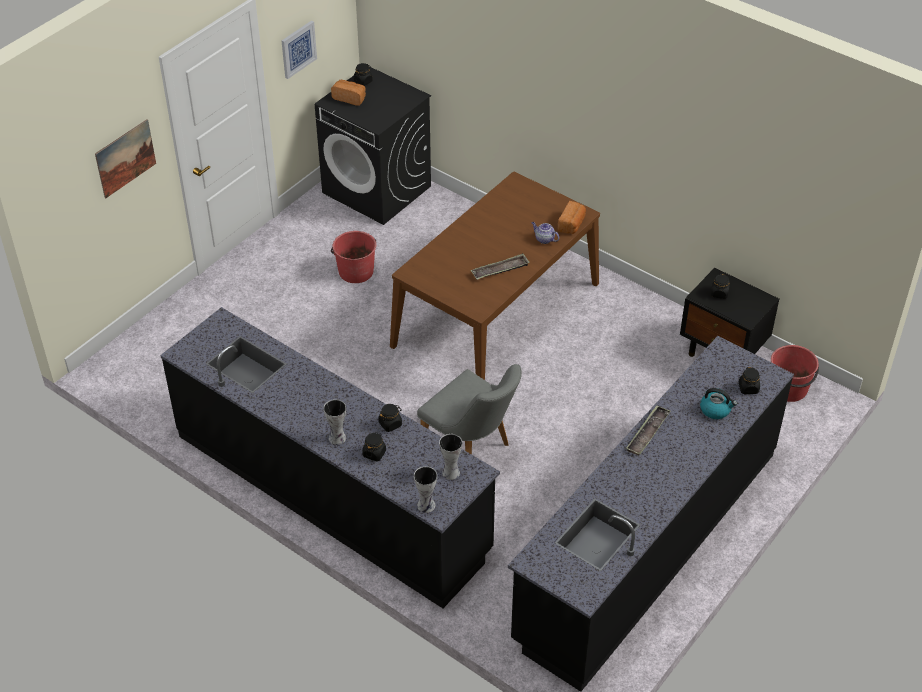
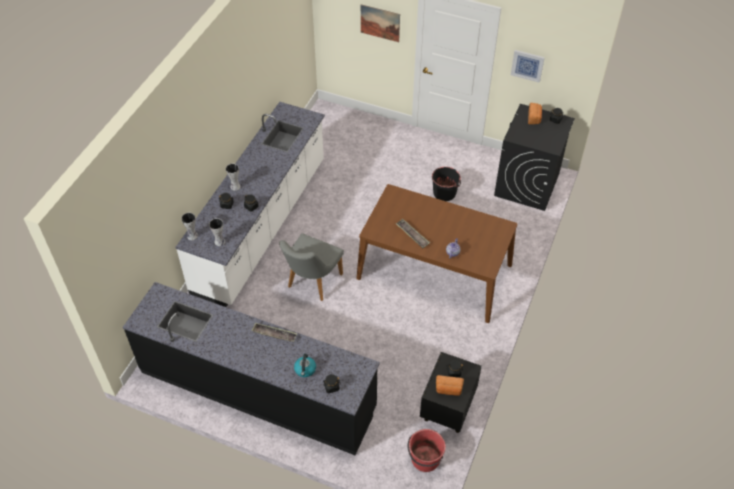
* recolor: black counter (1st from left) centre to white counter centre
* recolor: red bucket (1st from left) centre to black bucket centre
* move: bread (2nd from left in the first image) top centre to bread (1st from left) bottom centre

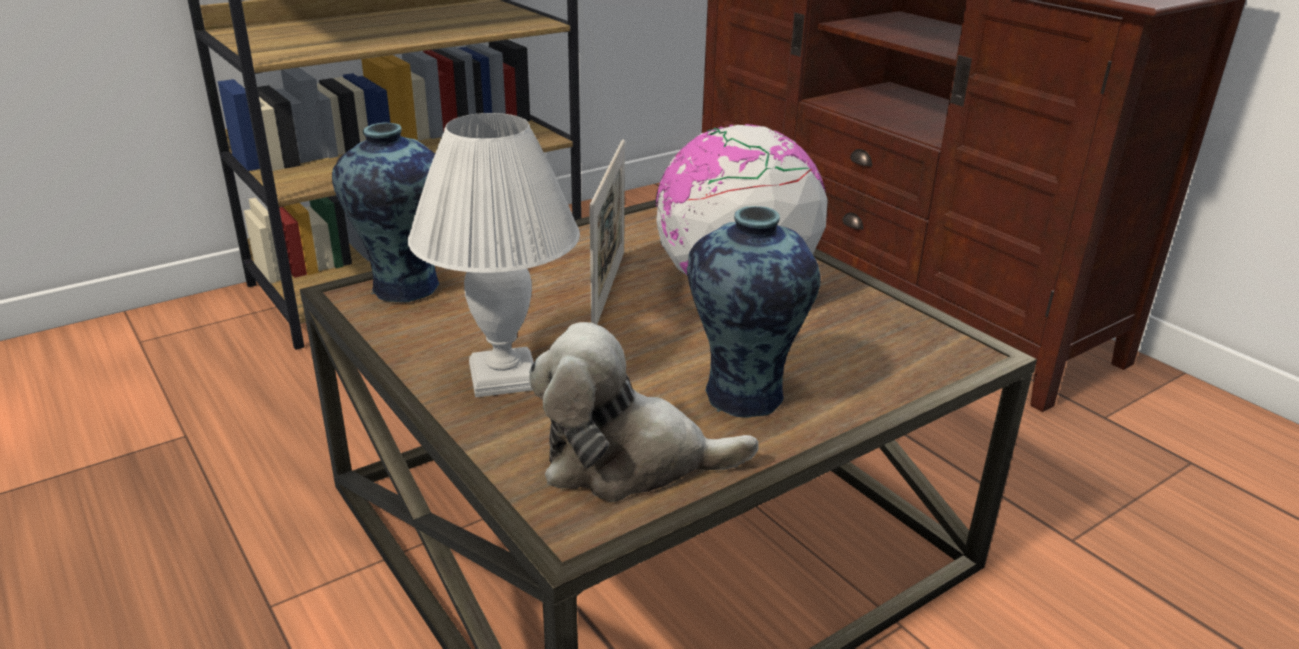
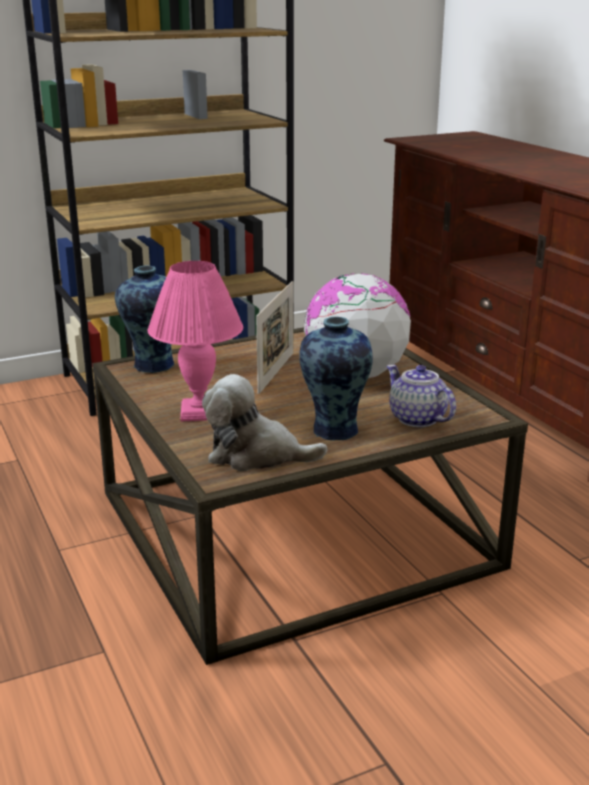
* recolor: white table lamp centre to pink table lamp middle left
* insert: teapot middle right

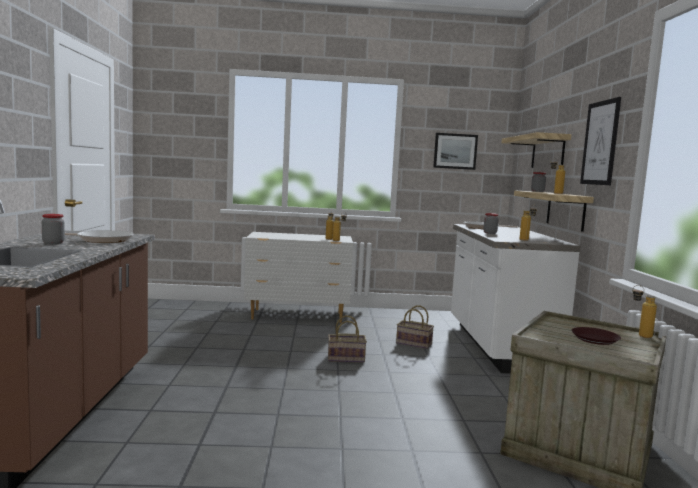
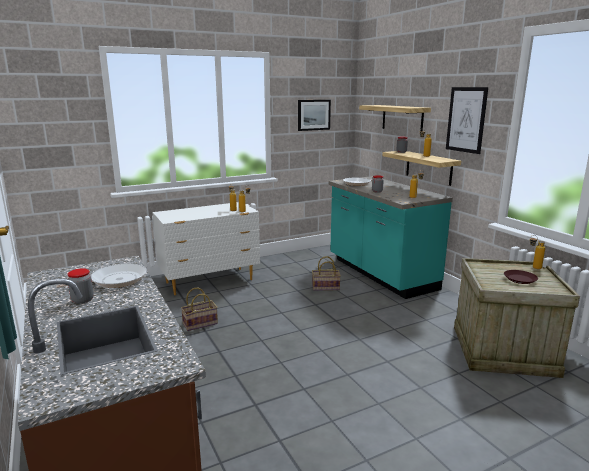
* move: basket (1st from left) bottom centre to centre
* recolor: white counter middle right to turquoise counter centre

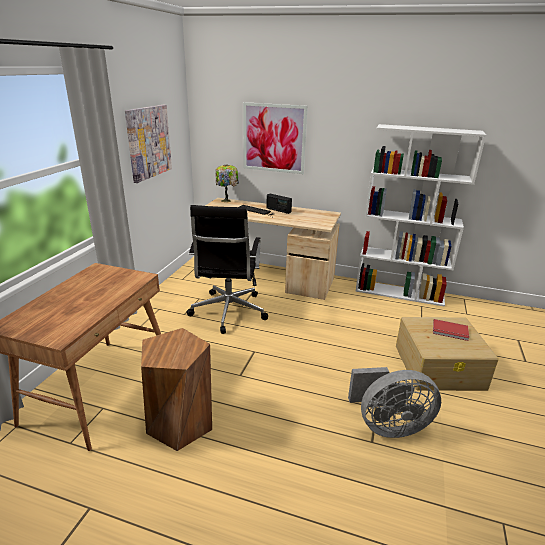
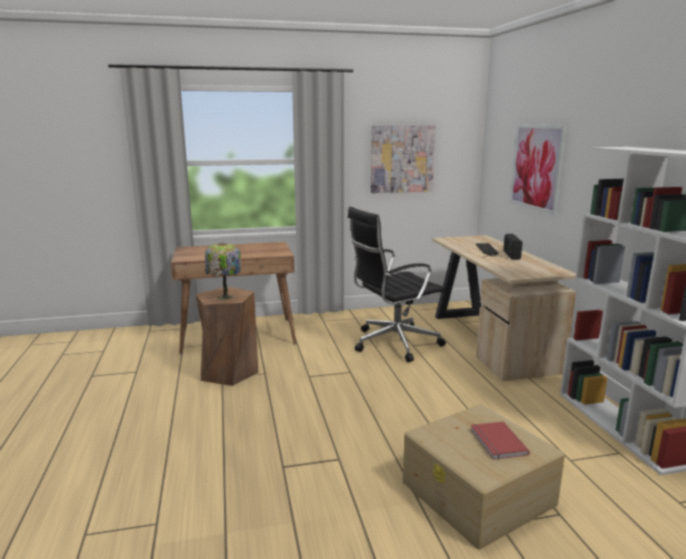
* move: table lamp centre to middle left
* delete: grey fan bottom right

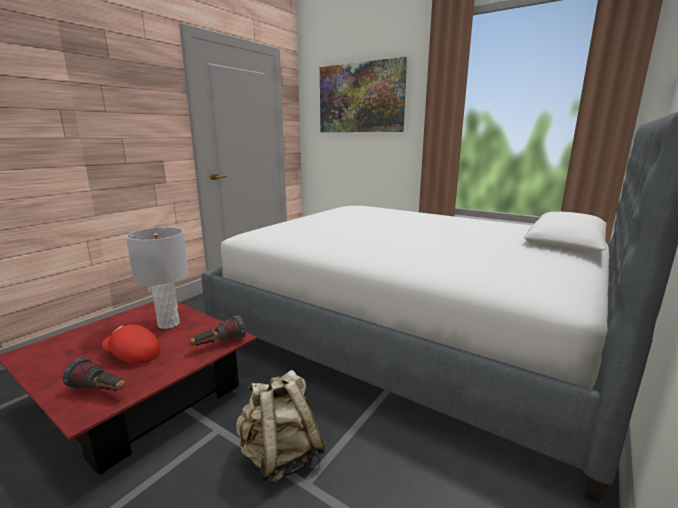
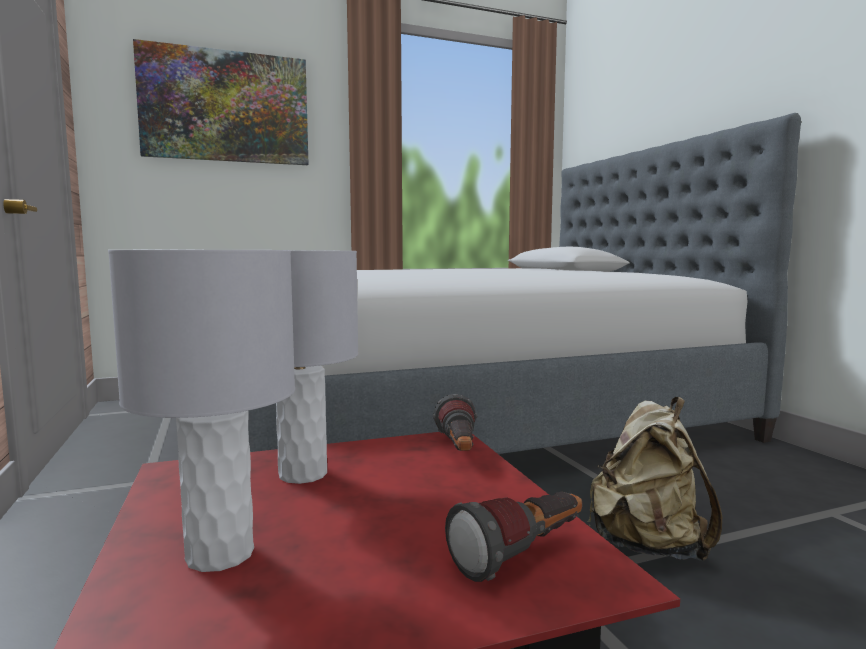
* delete: red cap bottom left
* insert: grey table lamp (1st from left) middle left

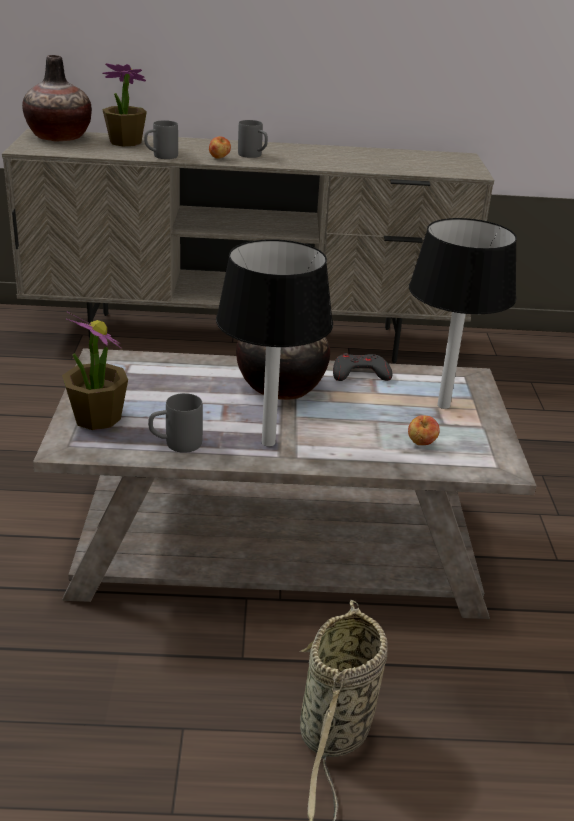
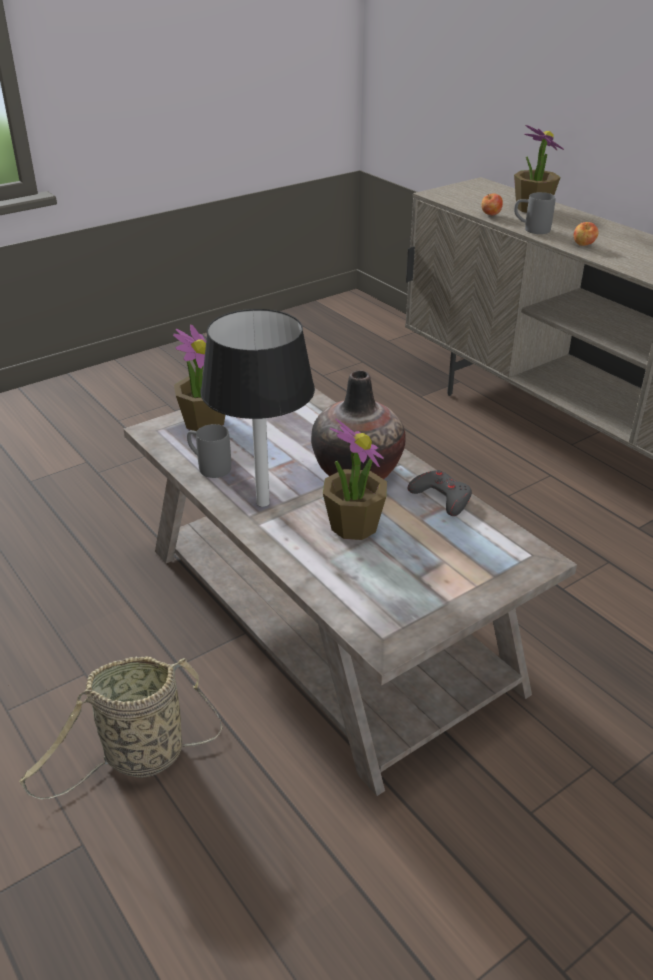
* delete: vase (1st from left) top left
* delete: grey mug (3rd from left) top centre
* move: apple (2nd from left in the first image) middle right to apple (1st from left) top right
* delete: black table lamp (2nd from left) middle right
* insert: potted plant (2nd from left) centre

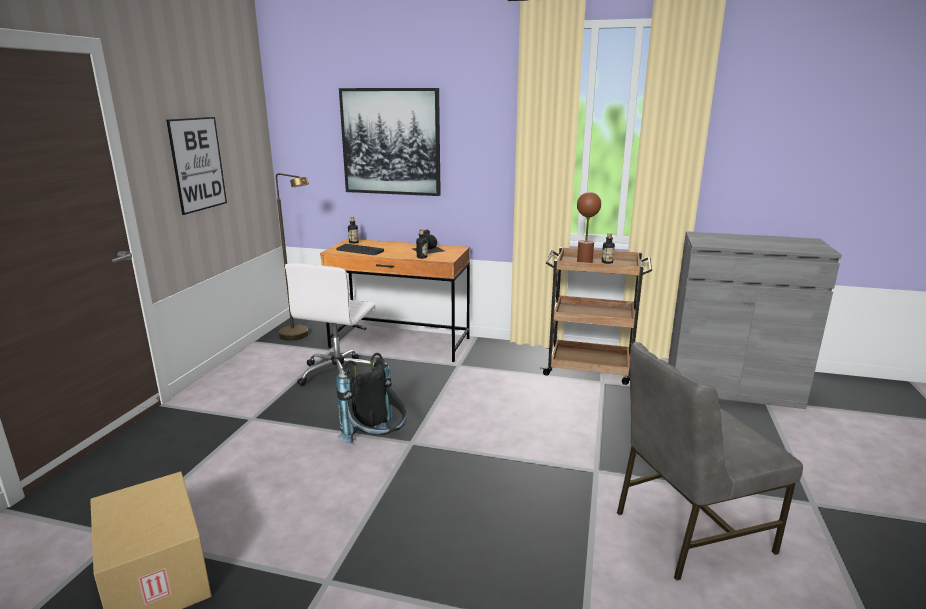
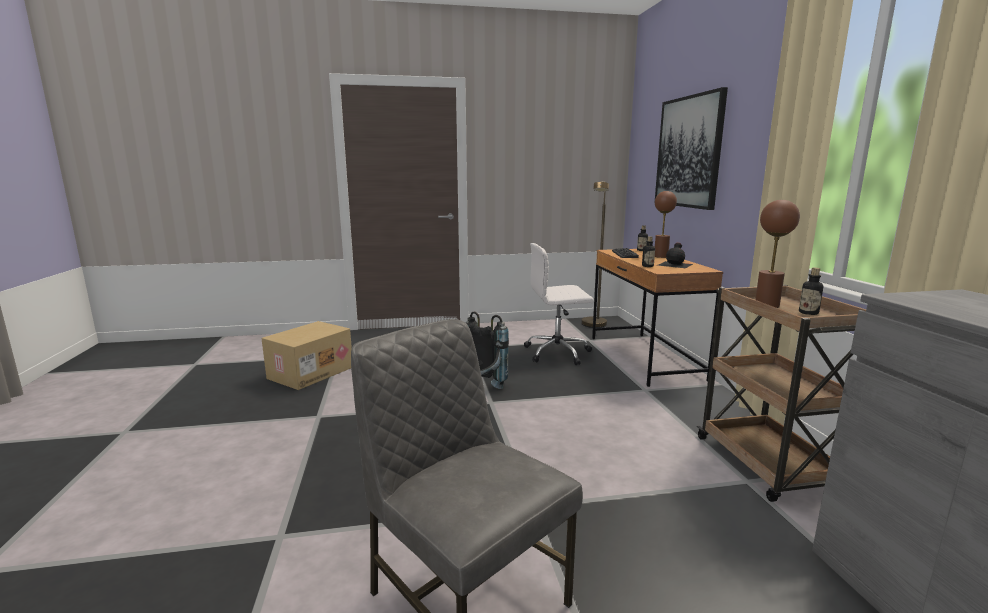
* delete: picture (1st from left) top left
* insert: brown table lamp (1st from left) middle right

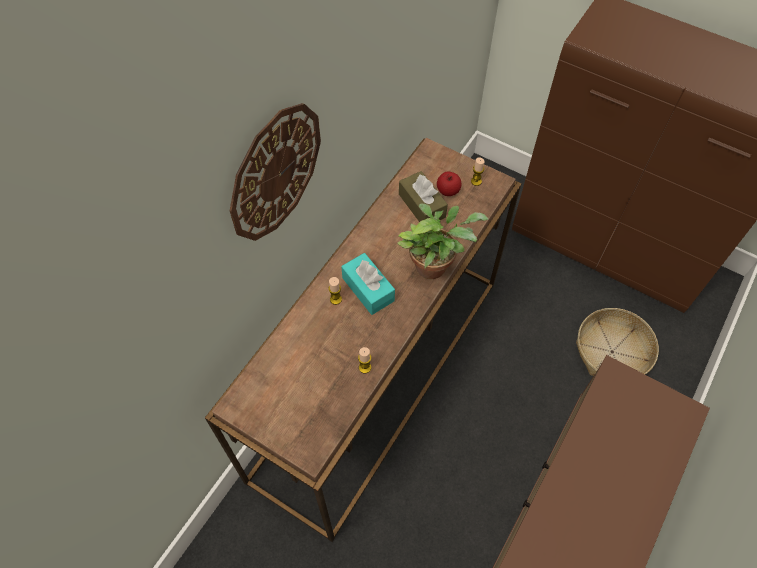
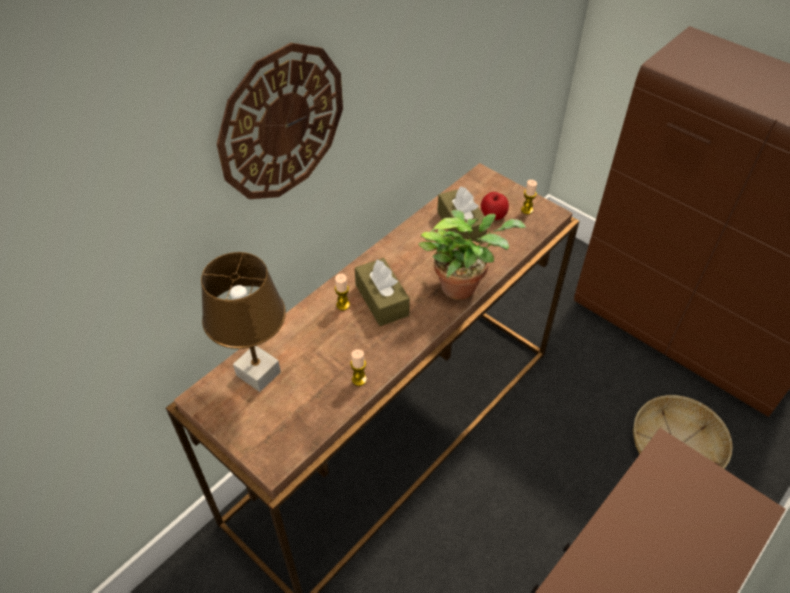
* recolor: turquoise tissue box centre to brown tissue box (1st from left) centre
* insert: brown table lamp middle left

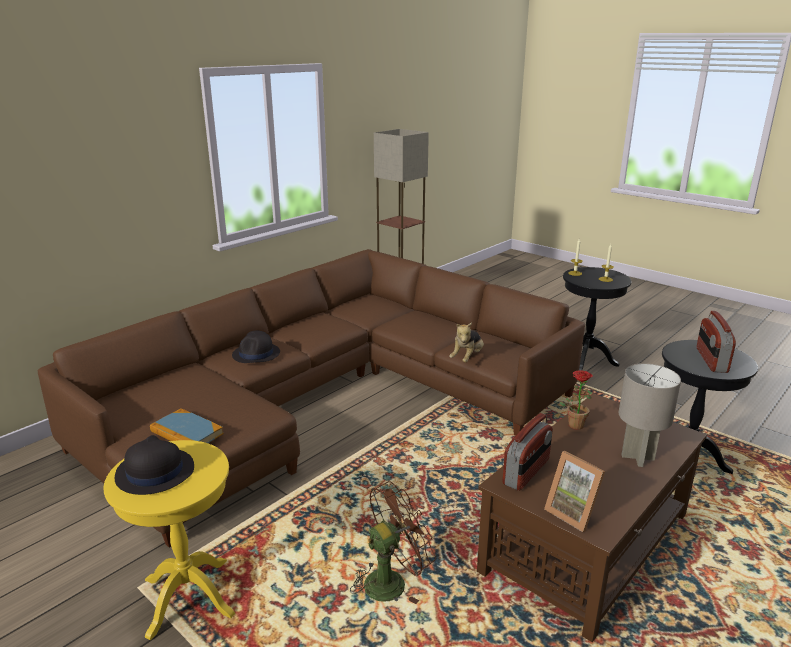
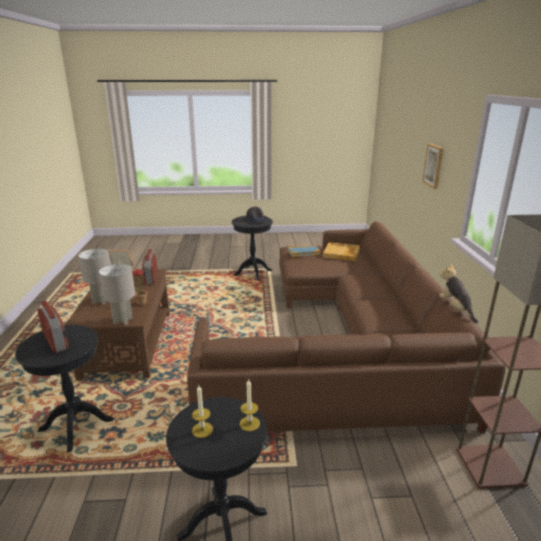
* recolor: yellow side table bottom left to black side table (3rd from left) centre
* delete: black hat (2nd from left) middle left
* delete: brown fan bottom centre
* move: plush toy centre to middle right
* insert: grey table lamp (2nd from left) middle left
* insert: beige tray centre
* insert: picture top right

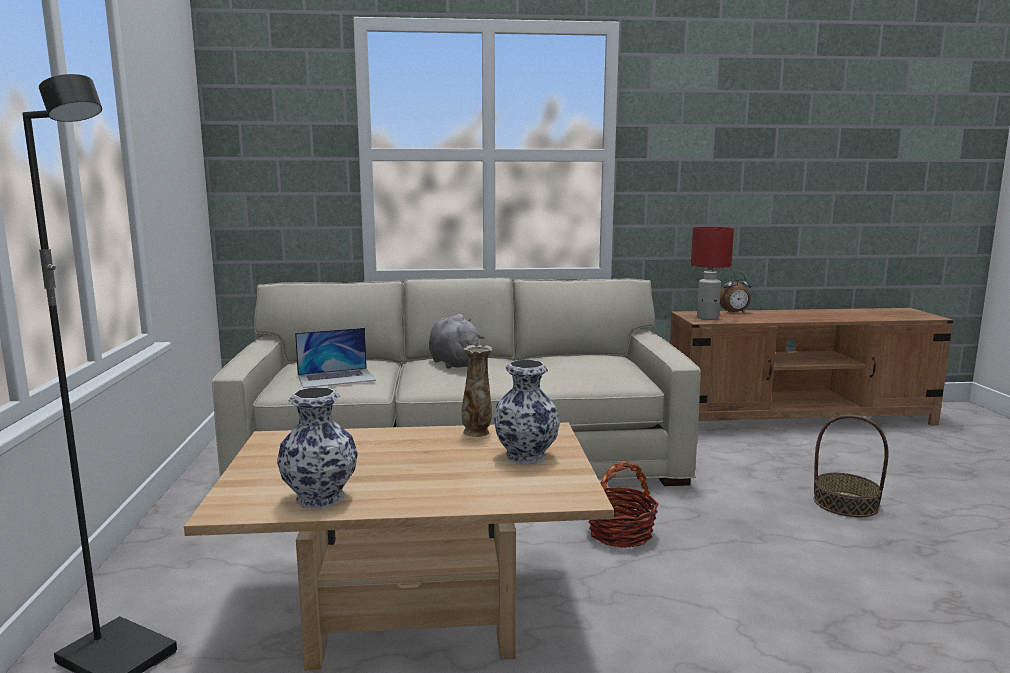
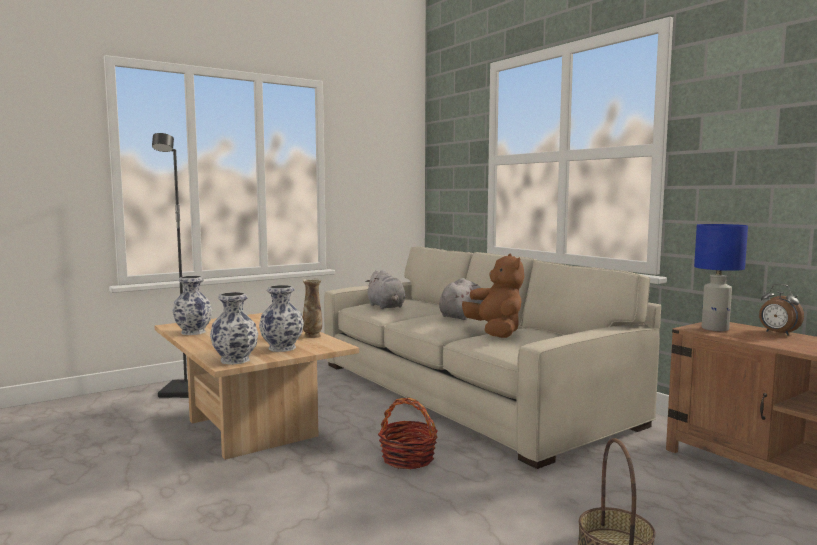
* replace: laptop middle left to grey plush toy (1st from left) centre
* recolor: red table lamp middle right to blue table lamp middle right
* insert: vase (2nd from left) middle left
* insert: brown plush toy centre

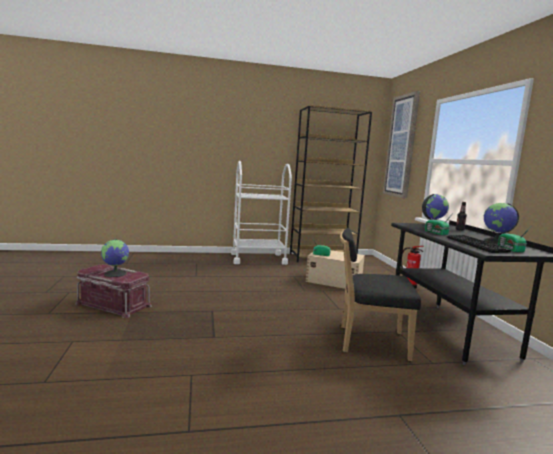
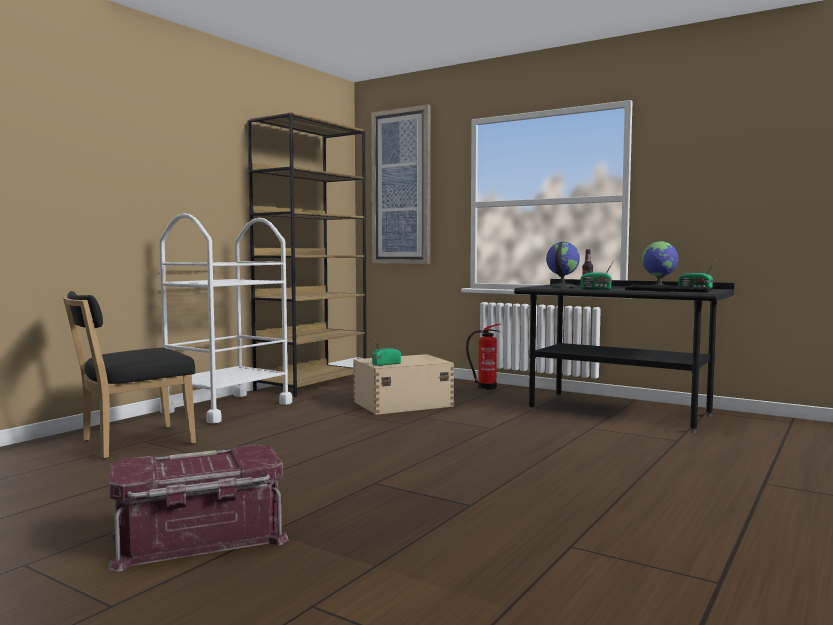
* delete: globe (1st from left) middle left
* move: black chair middle right to middle left

